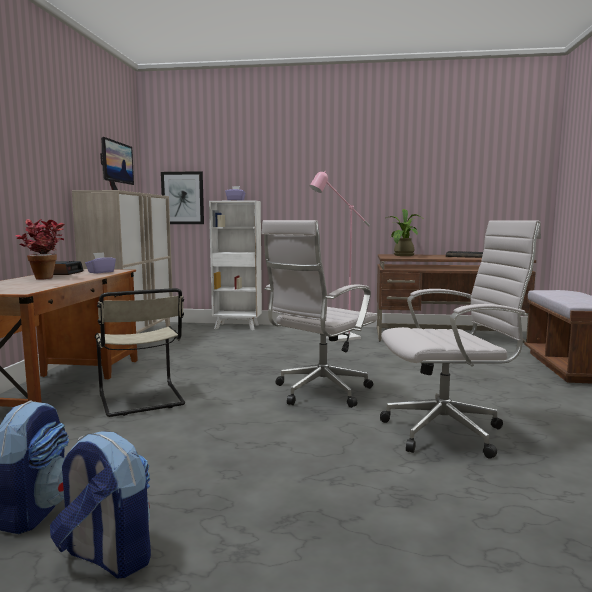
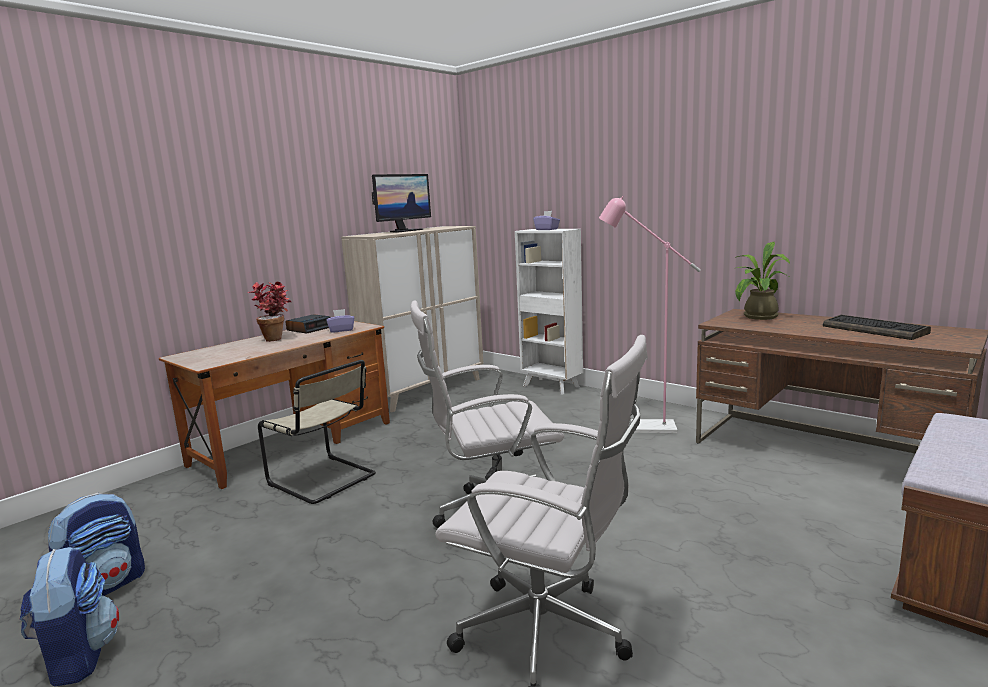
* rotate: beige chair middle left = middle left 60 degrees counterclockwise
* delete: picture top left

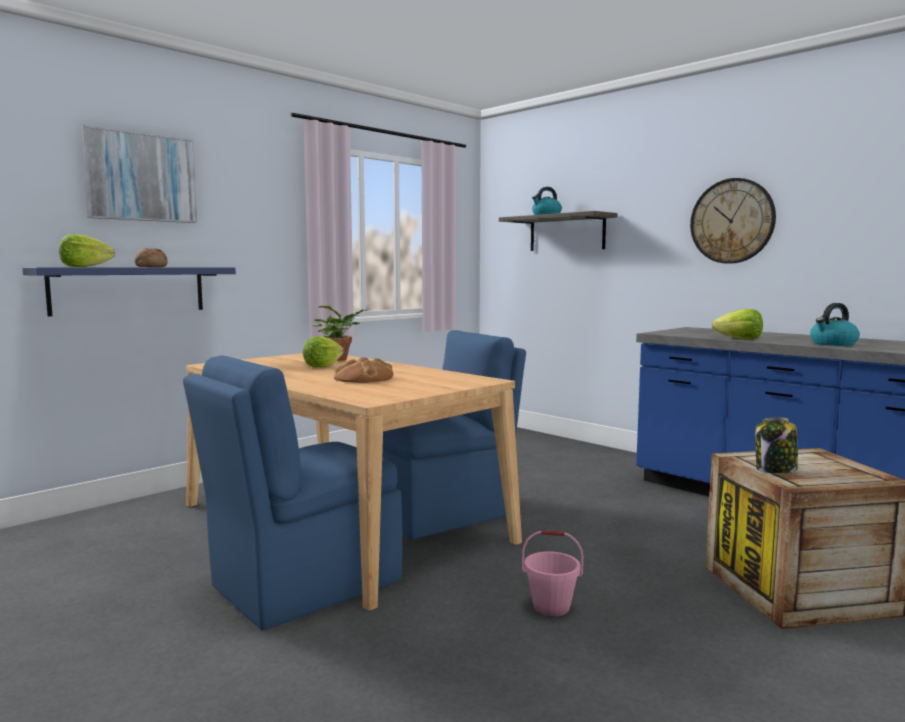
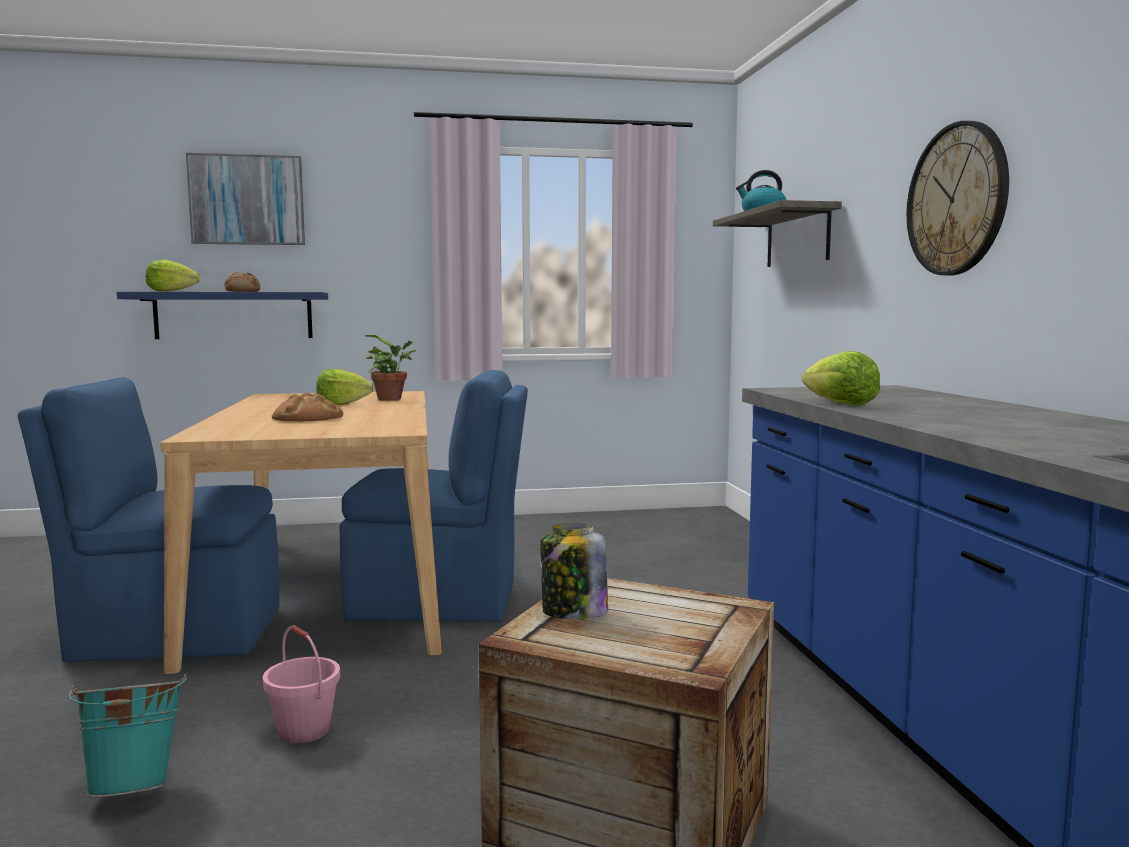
* delete: kettle (2nd from left) middle right
* insert: turquoise bucket bottom left

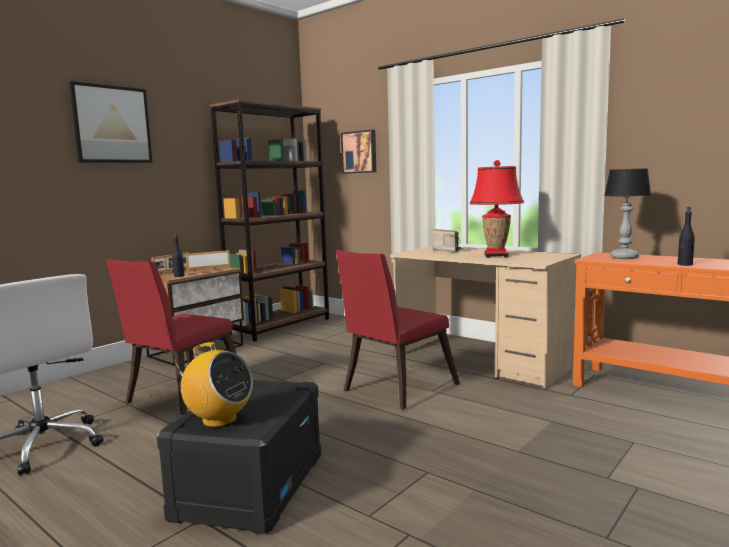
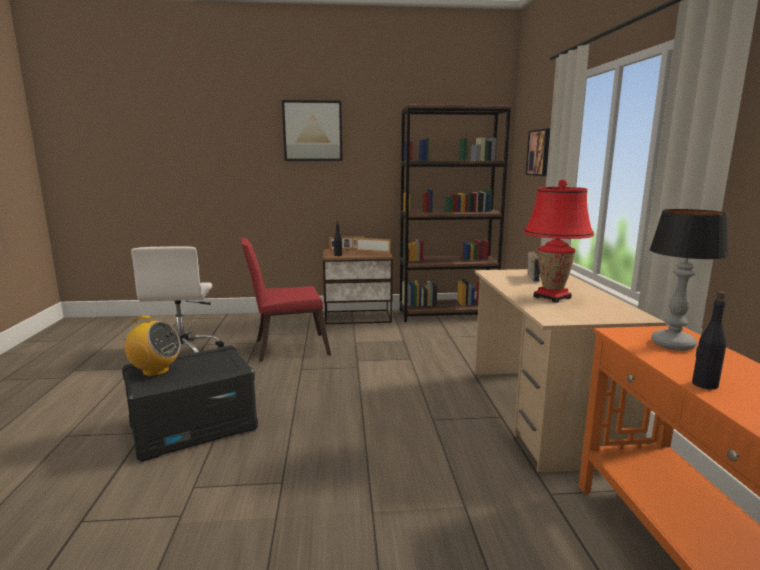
* rotate: radio (1st from left) bottom left = middle left 60 degrees counterclockwise
* delete: red chair (2nd from left) centre

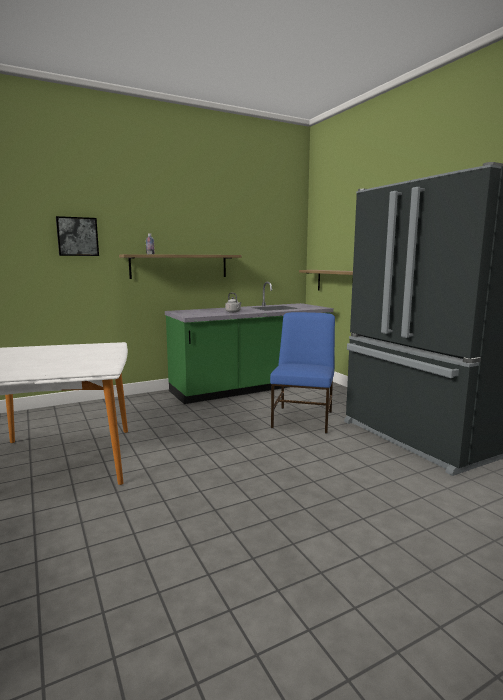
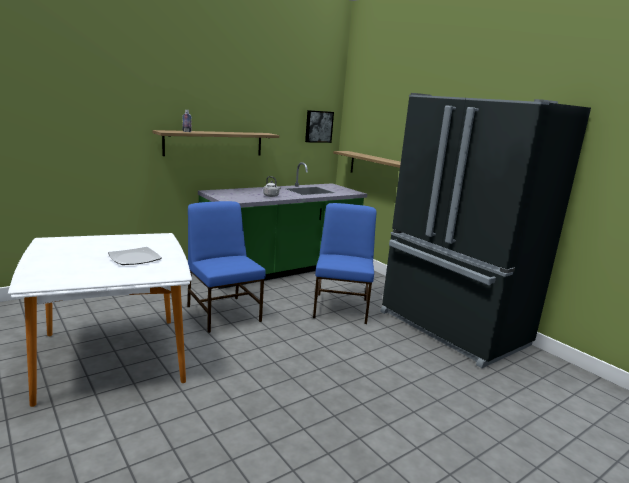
* move: picture middle left to top centre
* insert: plate middle left
* insert: blue chair (1st from left) centre

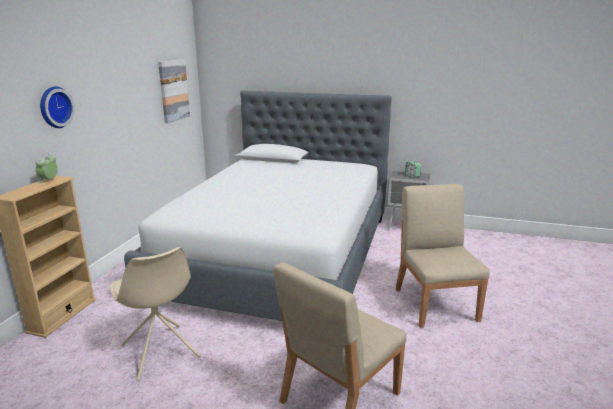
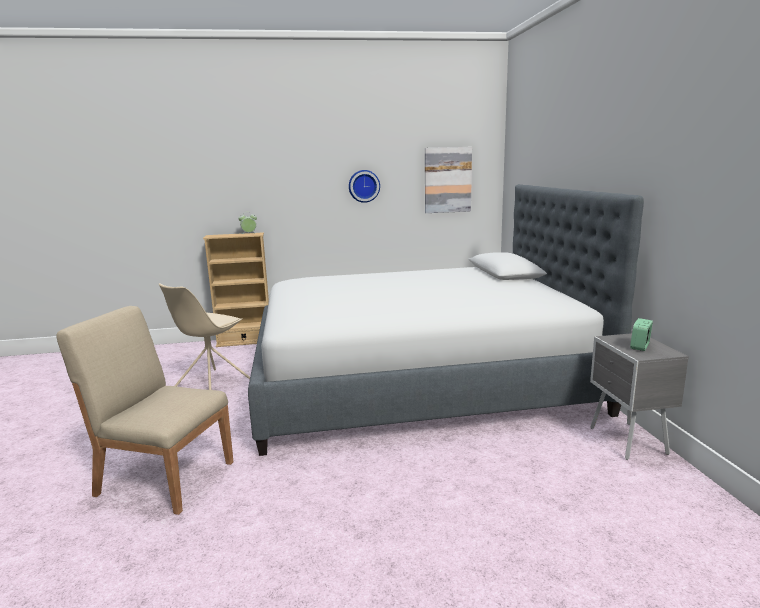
* move: wall clock top left to top centre
* delete: beige chair (3rd from left) middle right

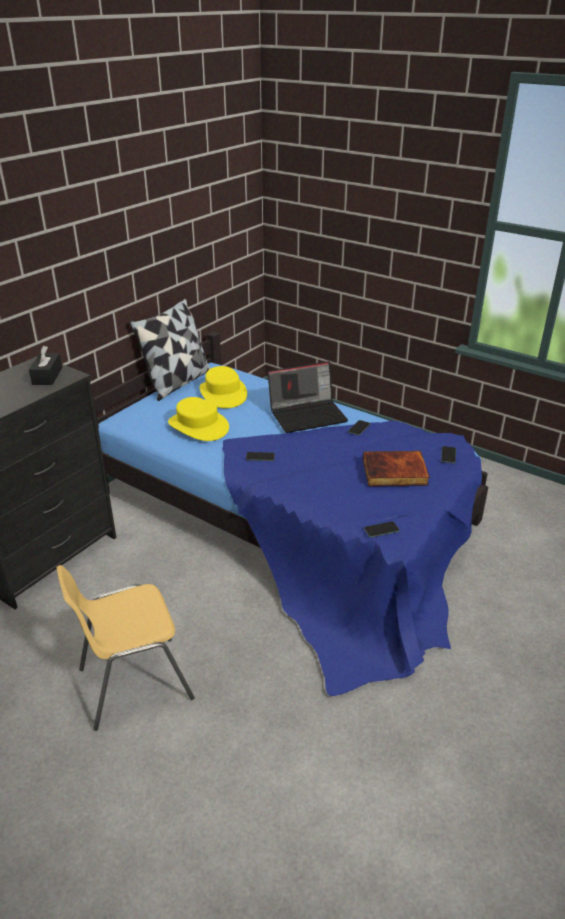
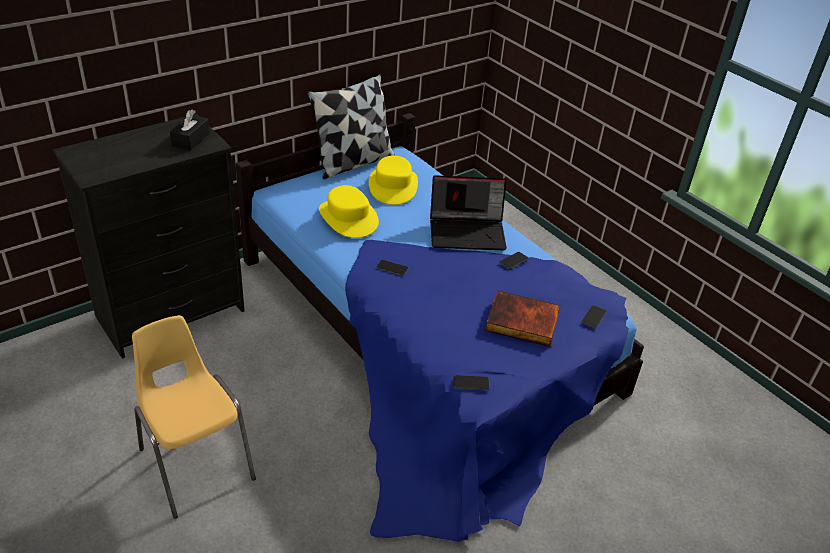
* rotate: yellow chair bottom left = bottom left 60 degrees clockwise

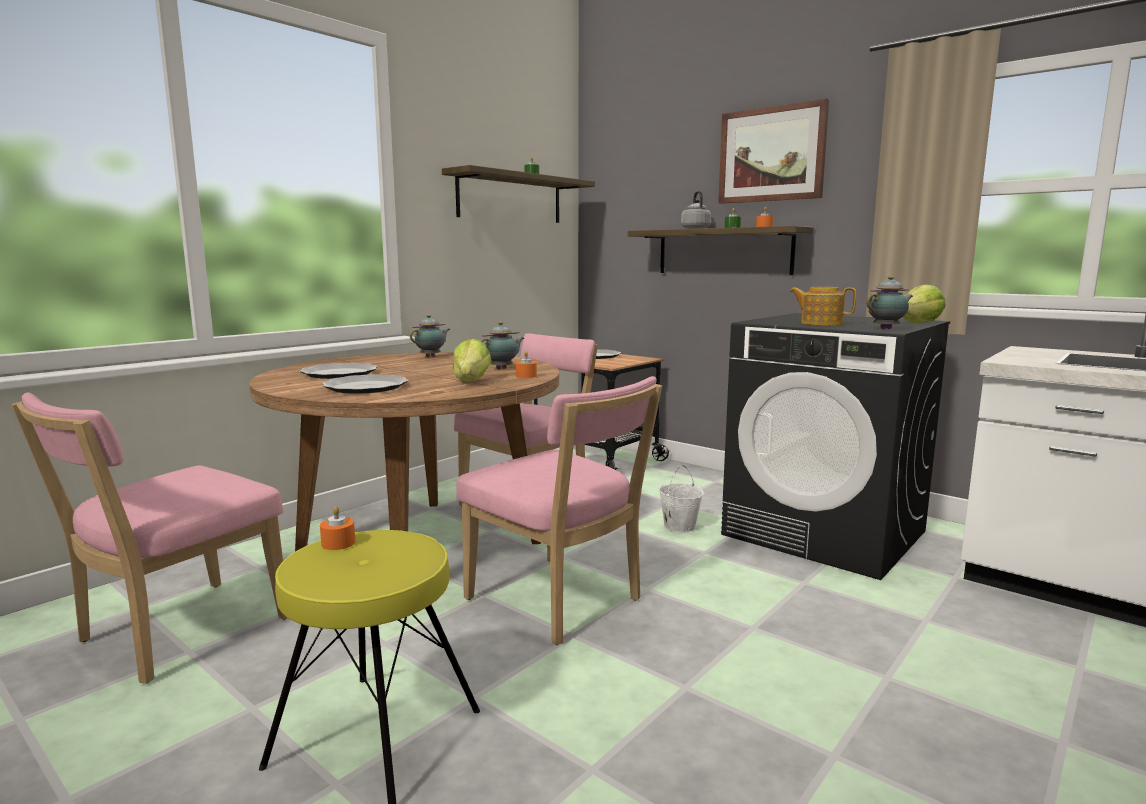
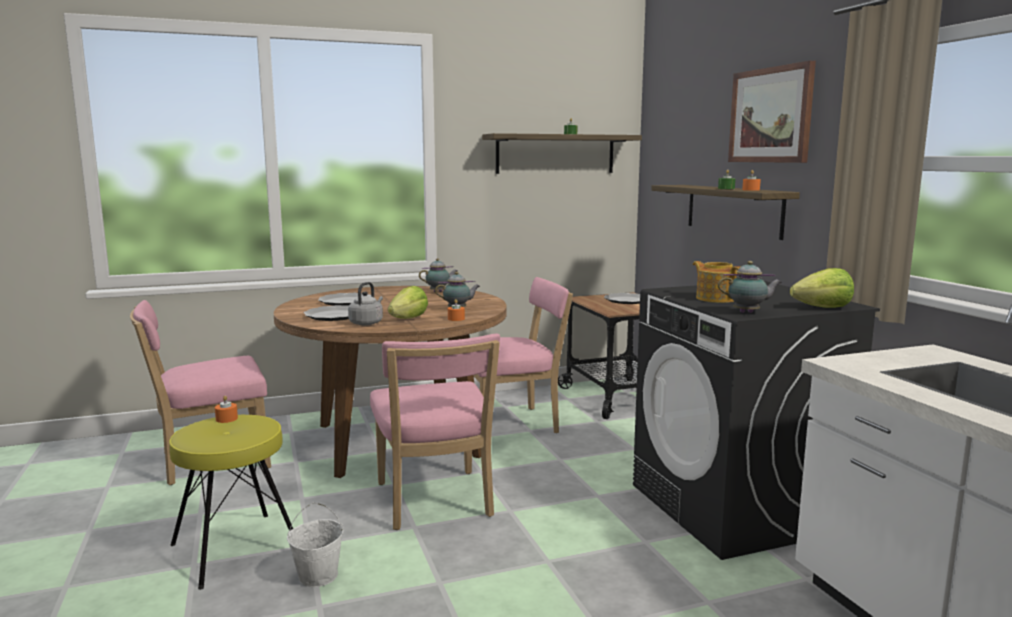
* move: white bucket centre to bottom left
* move: grey kettle top centre to centre

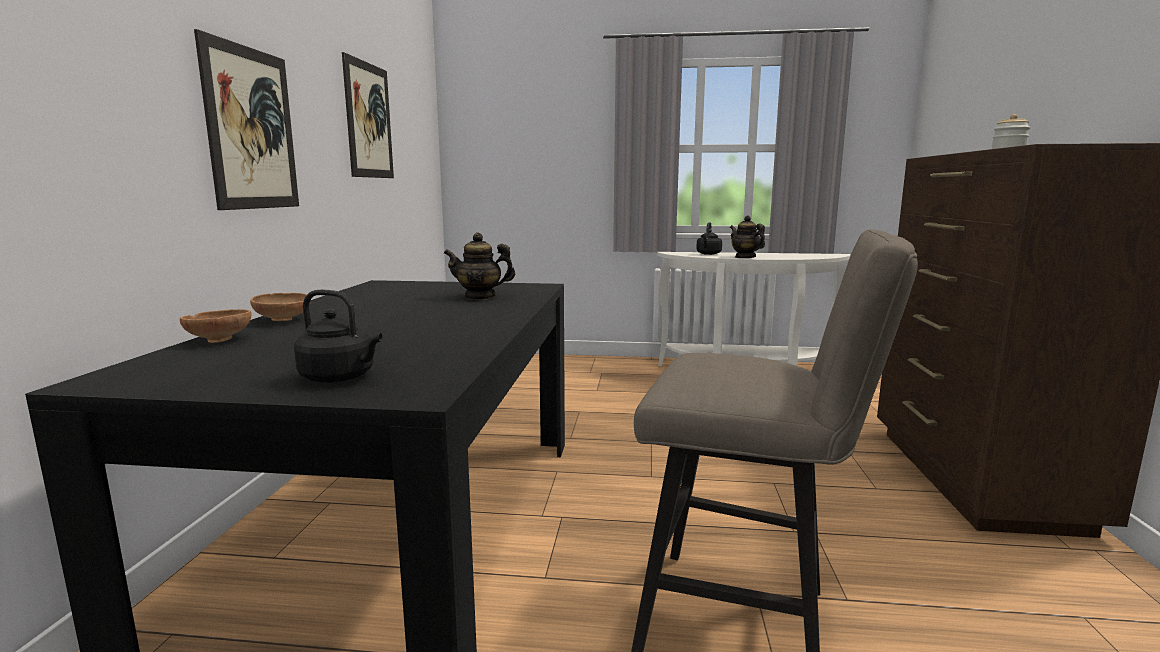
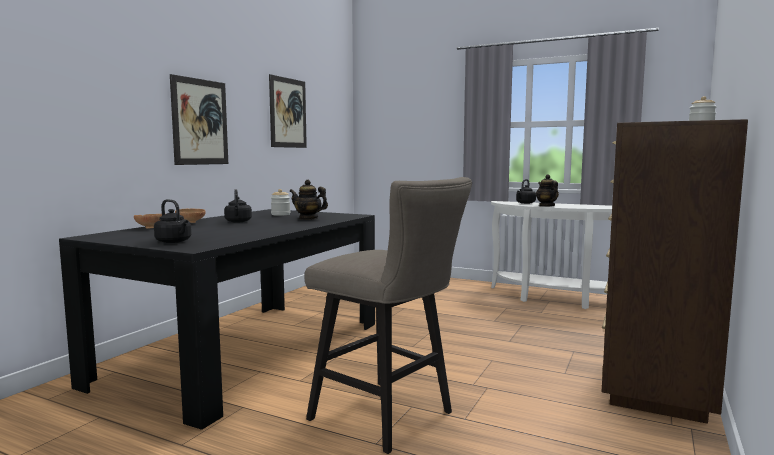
* insert: black kettle (2nd from left) middle left
* insert: jar (1st from left) centre

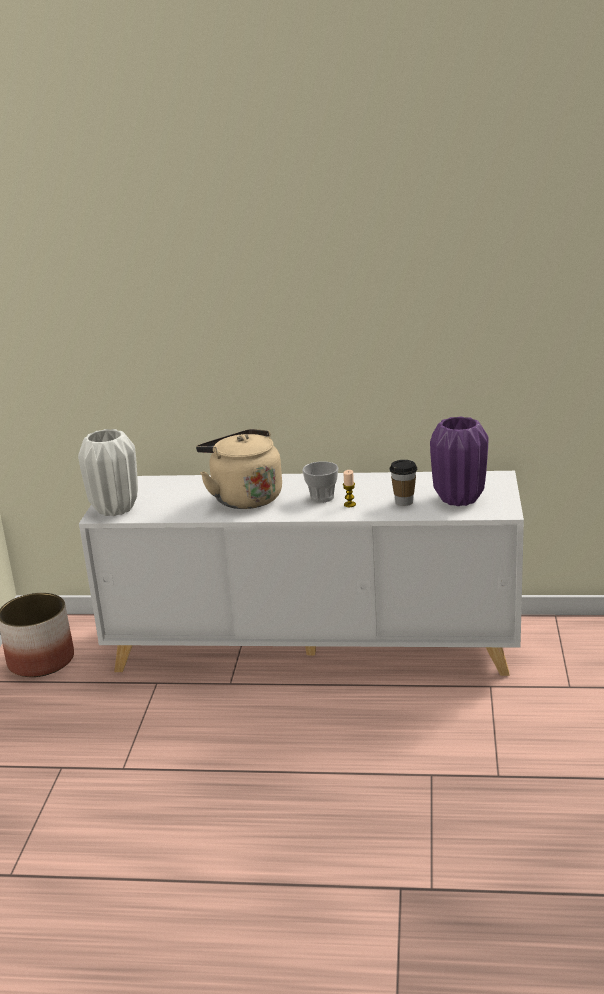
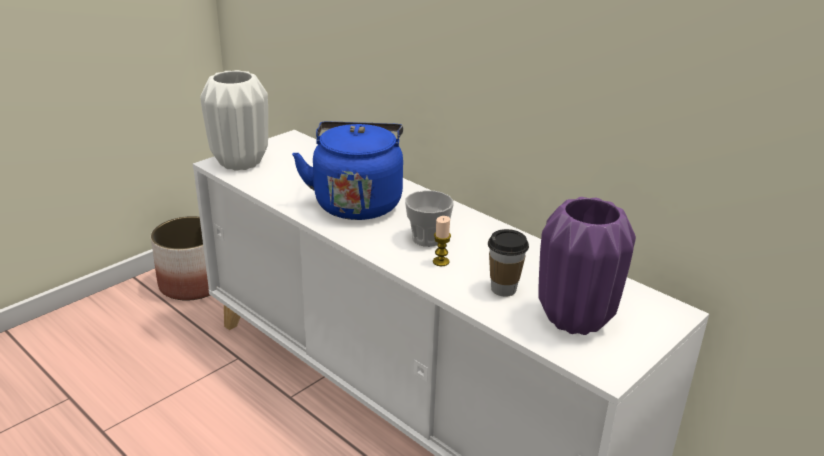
* recolor: beige kettle centre to blue kettle centre

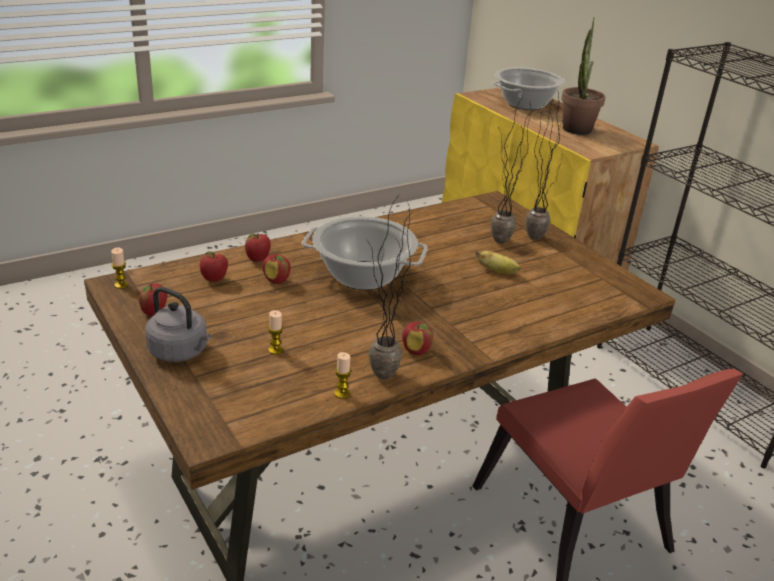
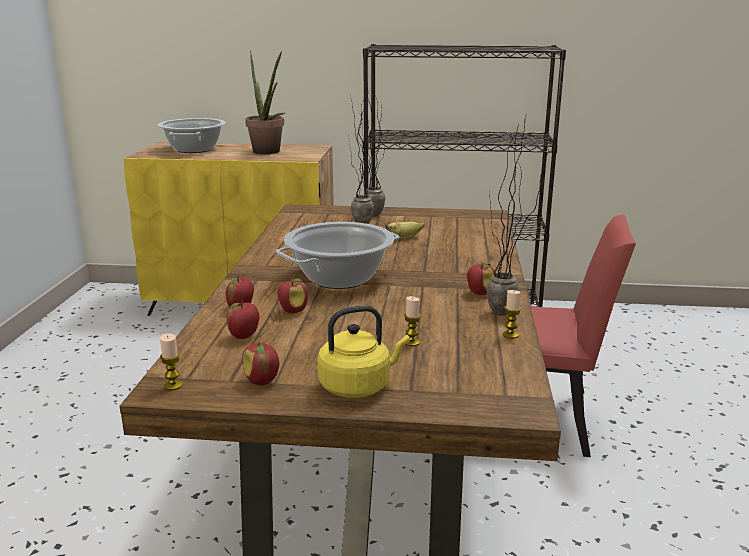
* recolor: grey kettle middle left to yellow kettle centre

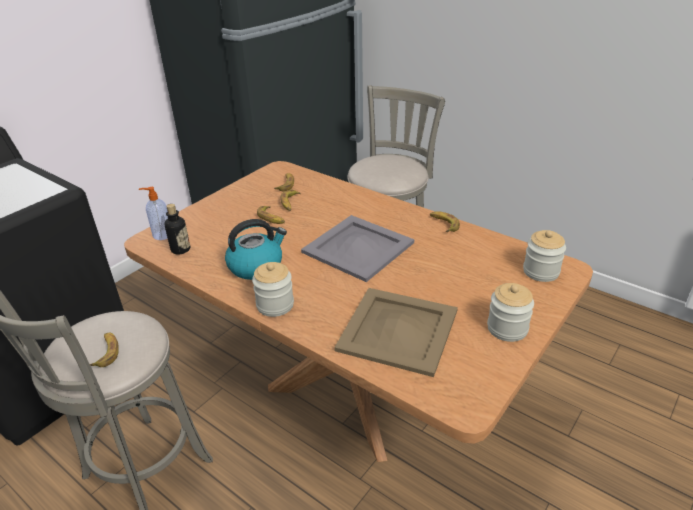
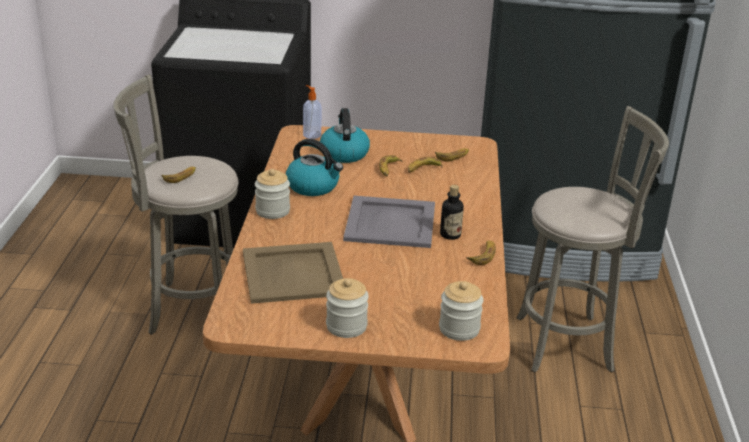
* move: bottle middle left to centre
* insert: kettle (2nd from left) top centre

